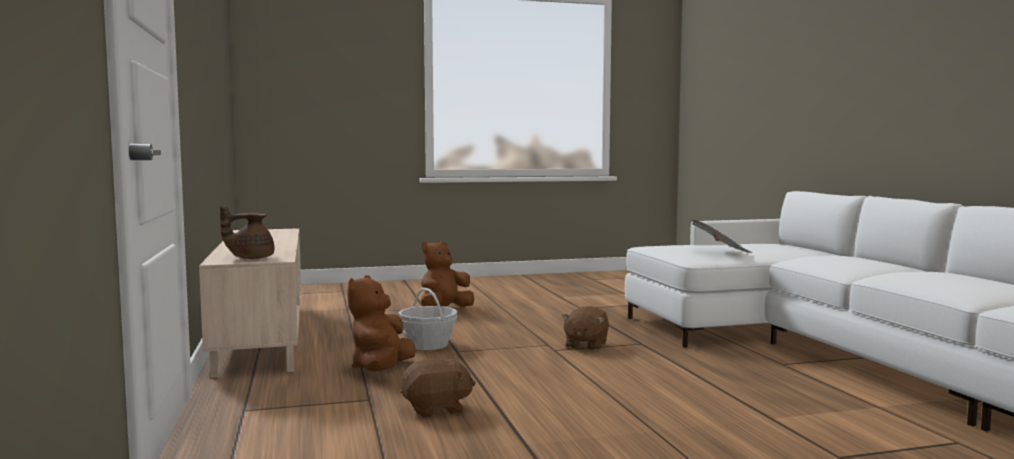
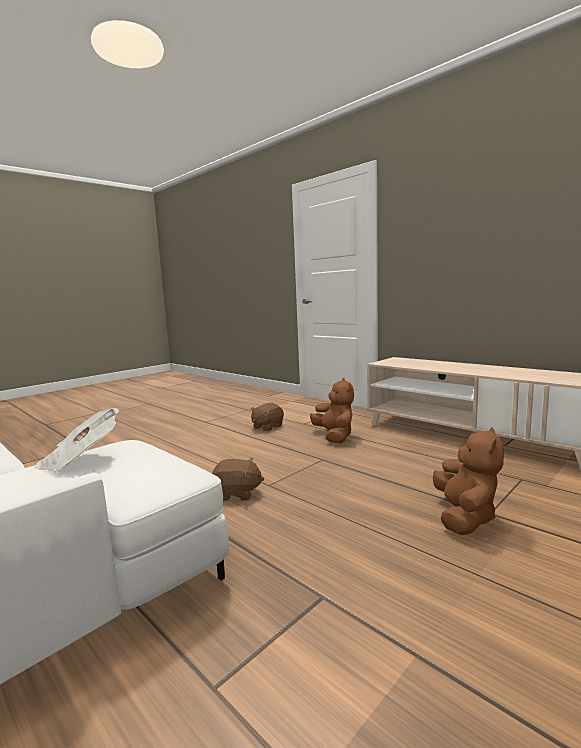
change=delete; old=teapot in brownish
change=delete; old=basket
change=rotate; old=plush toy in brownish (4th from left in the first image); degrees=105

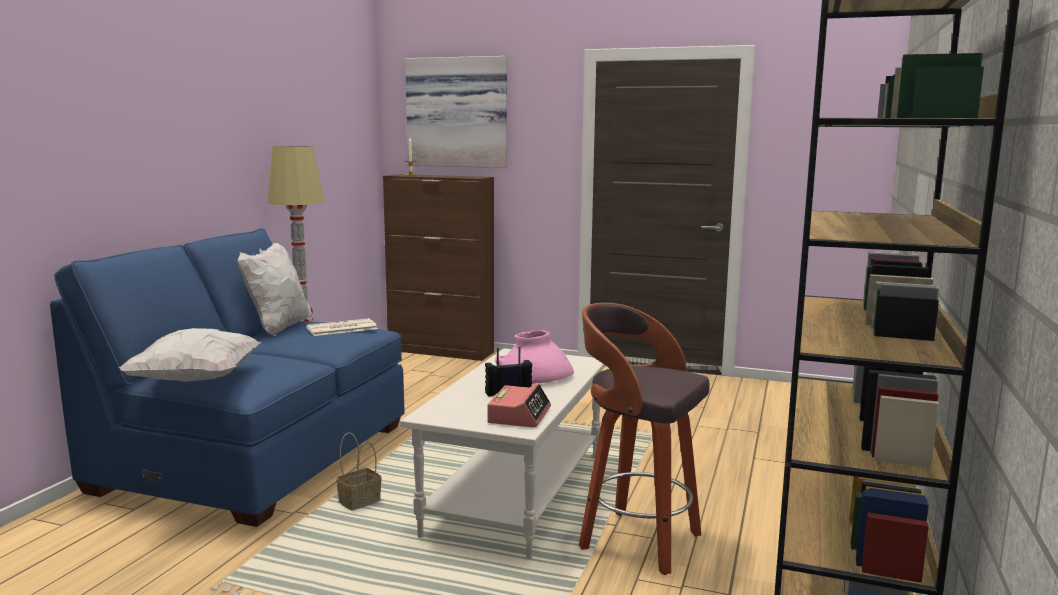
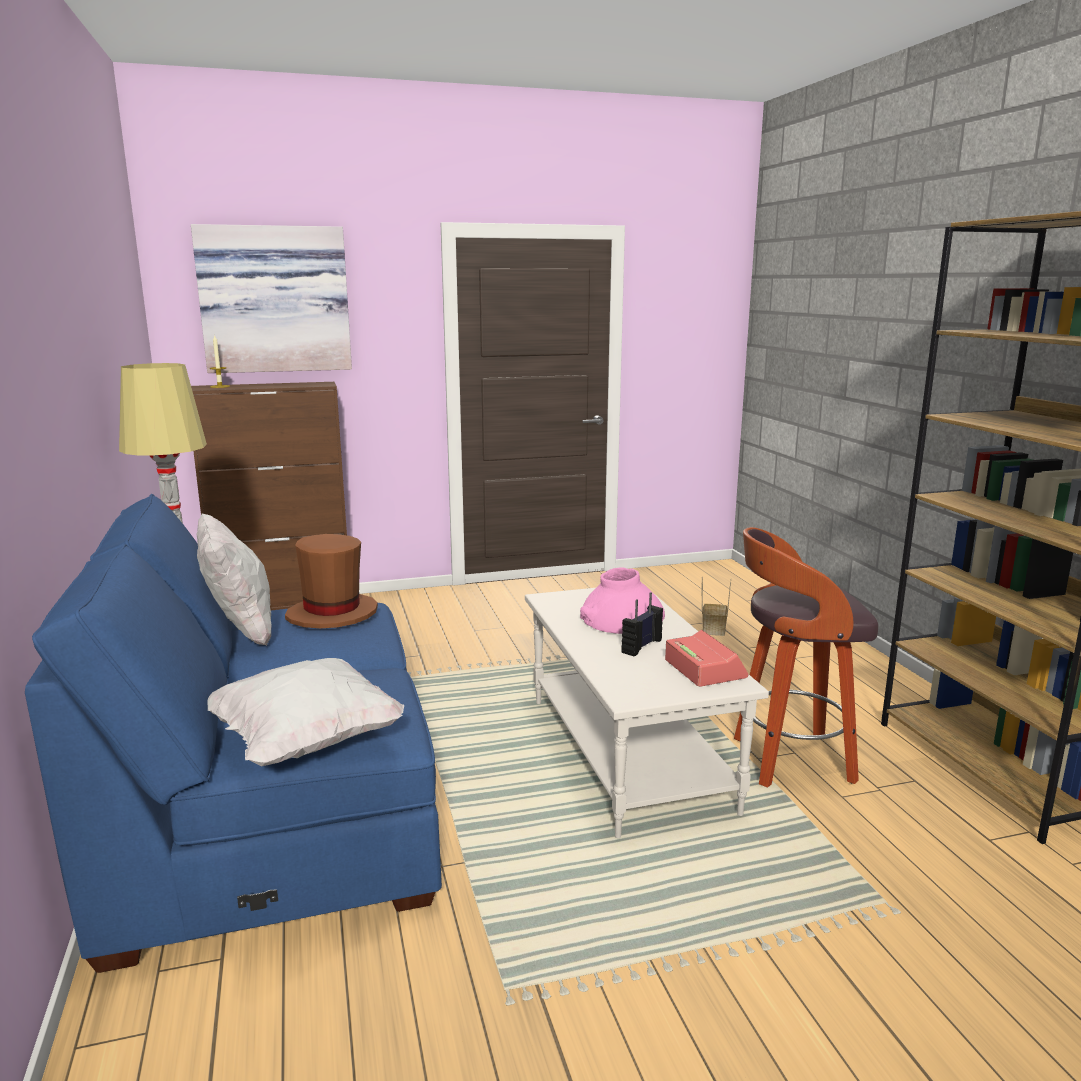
change=move; old=basket
change=replace; old=newspaper; new=wearable hat in brownish

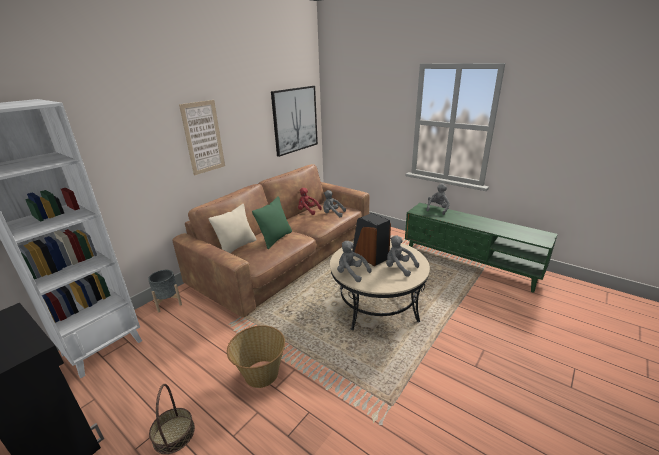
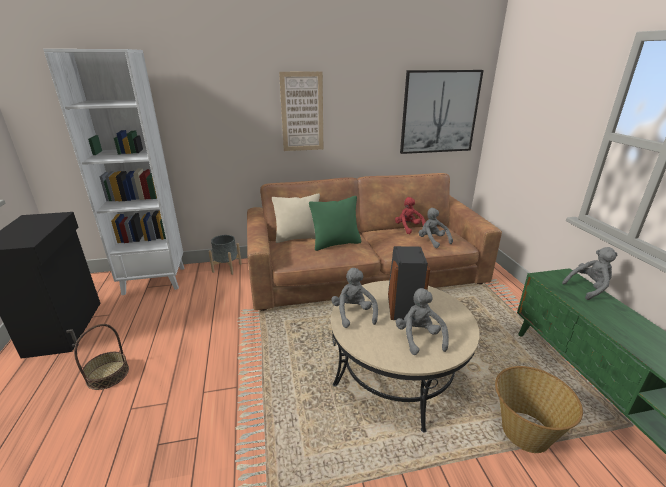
change=move; old=basket (2nd from left)

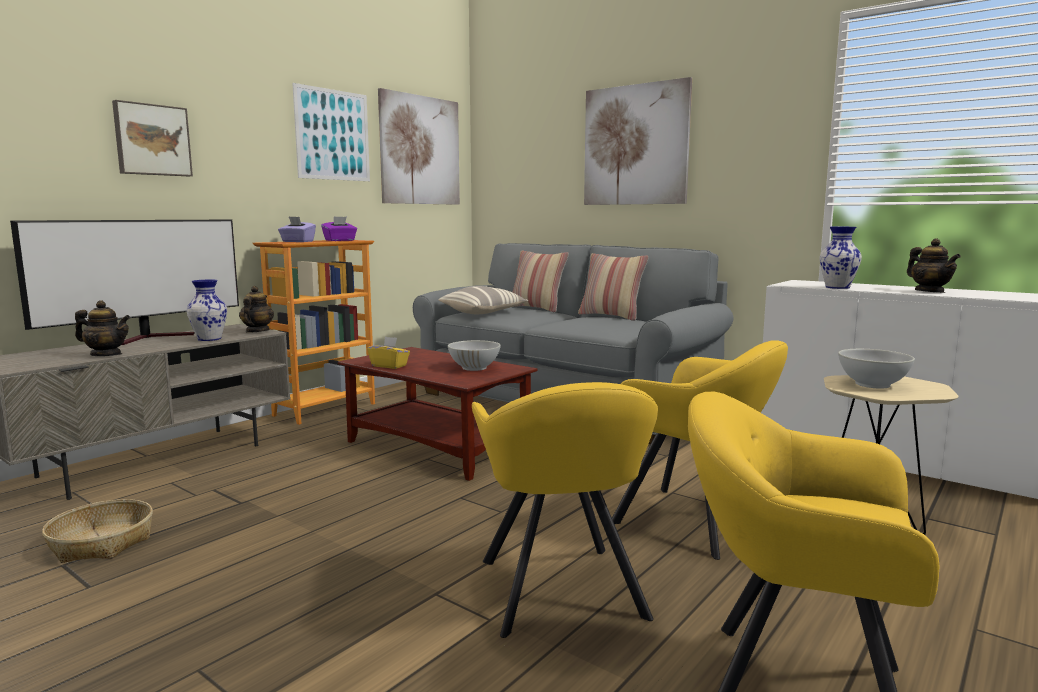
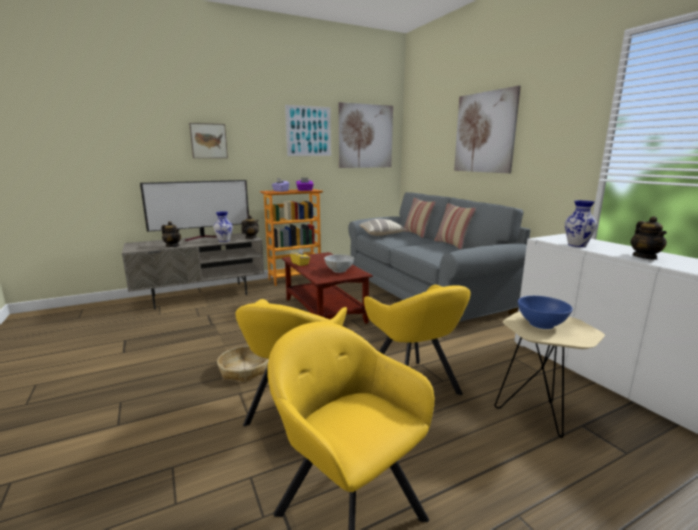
change=move; old=basket
change=recolor; old=serving bowl in whitish (2nd from left); new=serving bowl in blue-coloured

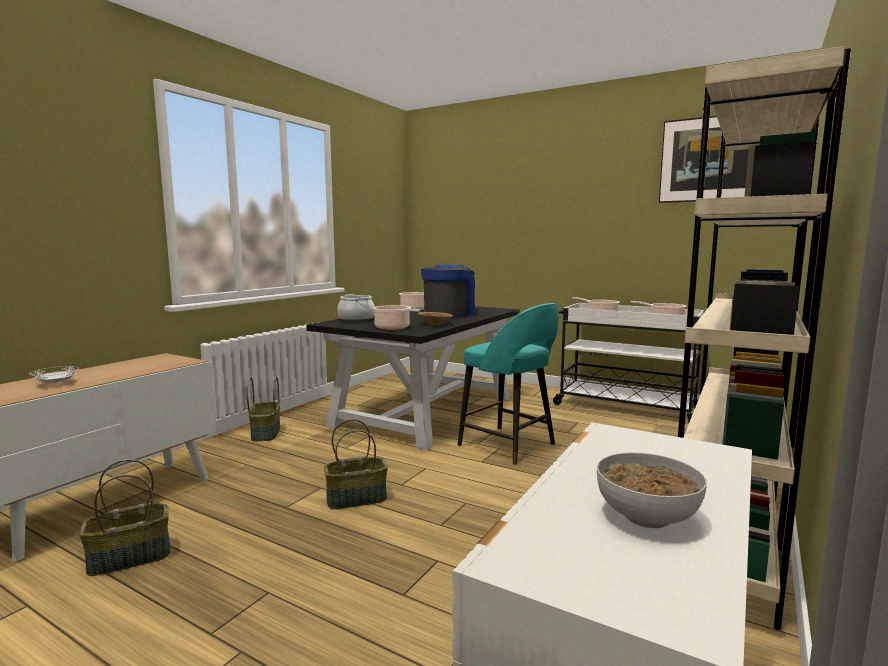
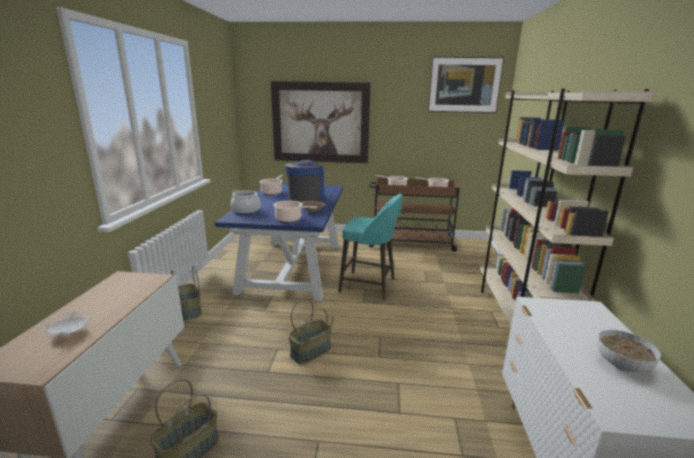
change=insert; new=wall art (1st from left)
change=recolor; old=kitchen table in black-coloured; new=kitchen table in blue-coloured
change=recolor; old=wheeled cart in whitish; new=wheeled cart in brownish

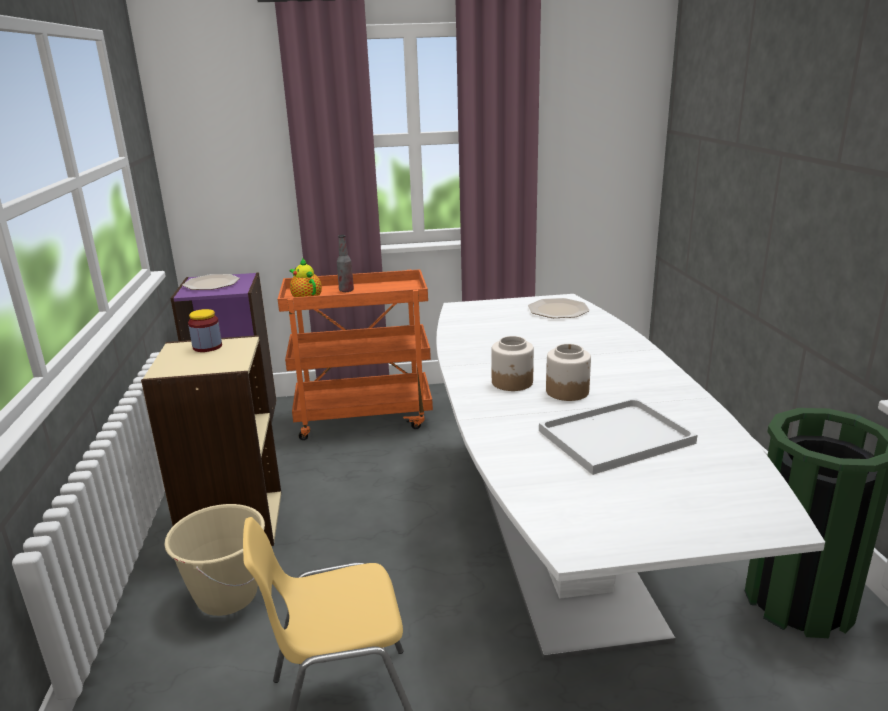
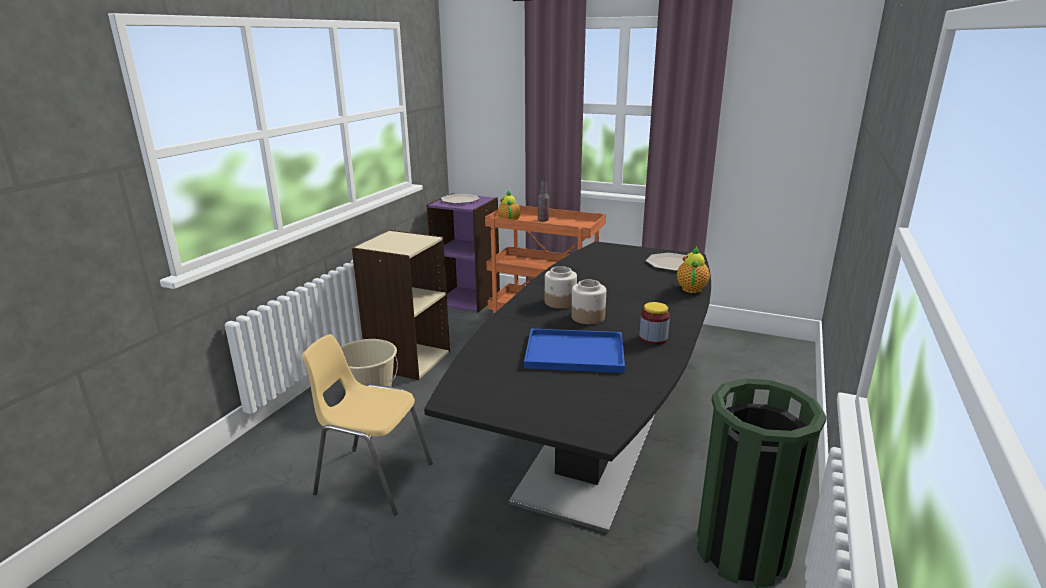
change=insert; new=teapot (2nd from left)
change=move; old=preserve jar (1st from left in the first image); new=preserve jar (3rd from left)
change=recolor; old=kitchen table in whitish; new=kitchen table in black-coloured
change=recolor; old=serving tray in whitish; new=serving tray in blue-coloured

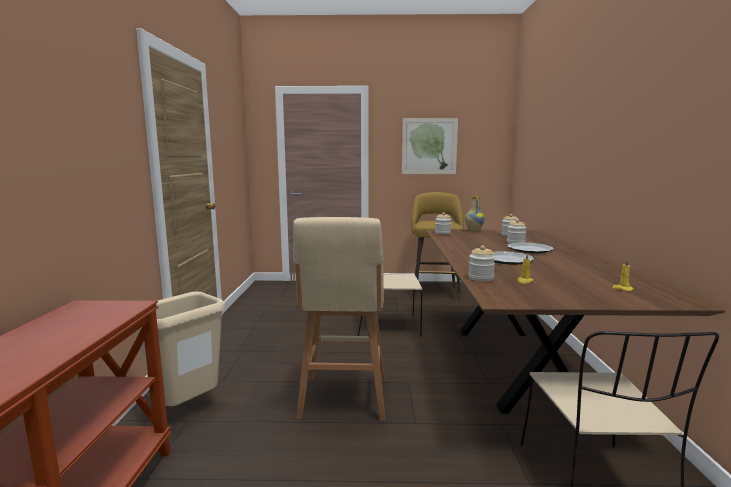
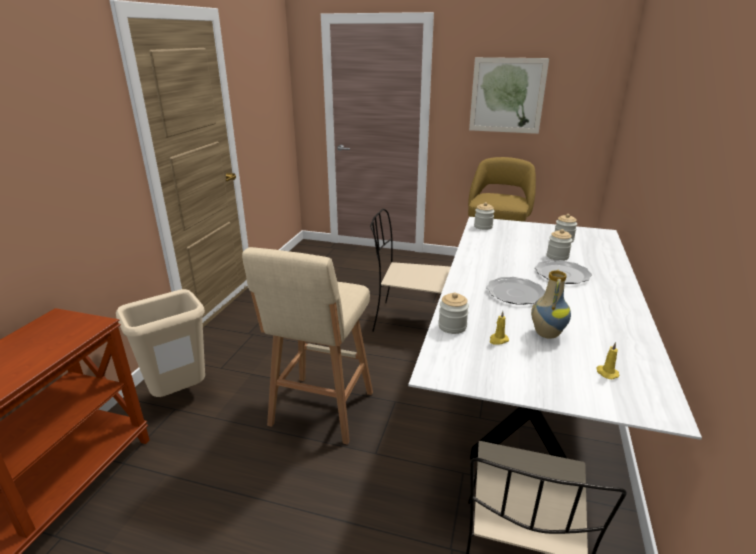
change=move; old=vase
change=recolor; old=kitchen table in brownish; new=kitchen table in whitish

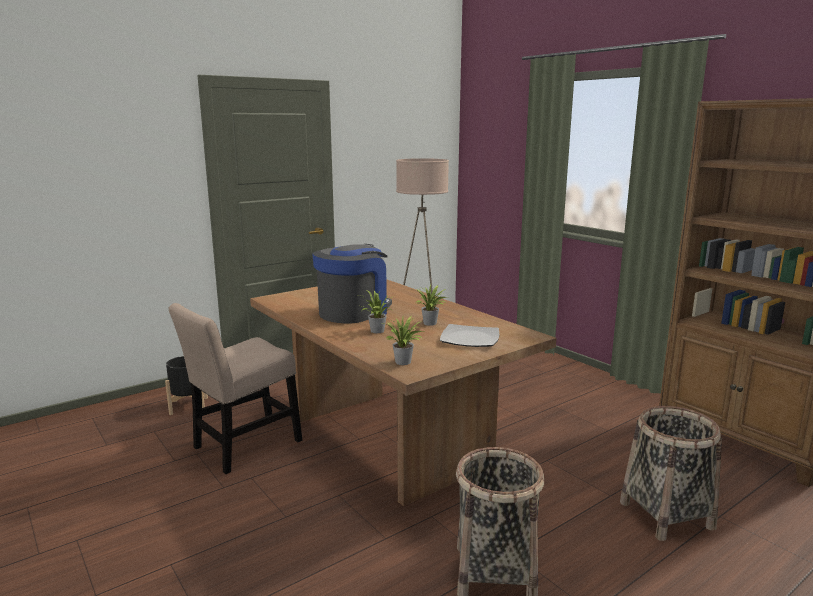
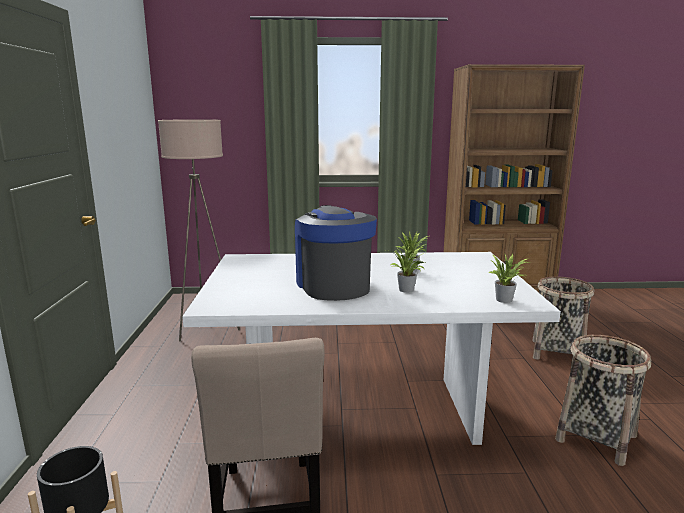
change=delete; old=flat dish
change=recolor; old=kitchen table in brownish; new=kitchen table in whitish

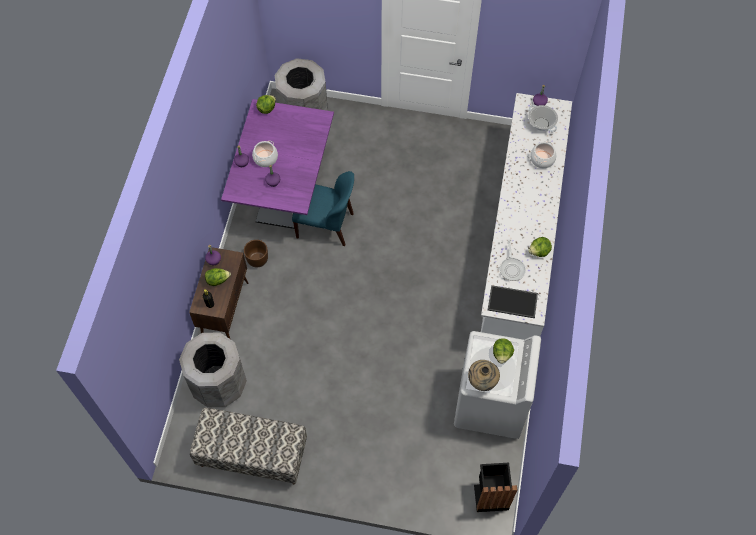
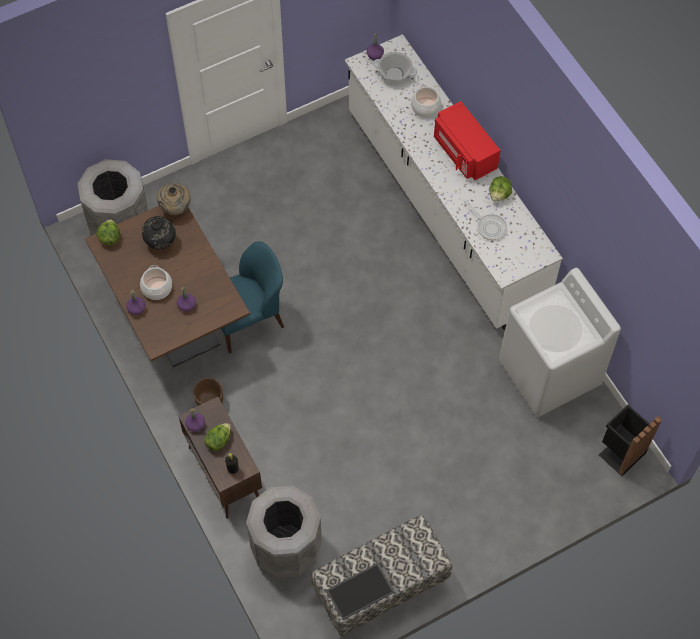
change=delete; old=lettuce (3rd from left)
change=insert; new=vase in black-coloured
change=insert; new=microwave in reddish
change=move; old=vase in beige-coloured
change=move; old=serving tray
change=recolor; old=kitchen table in purple-coloured; new=kitchen table in brownish

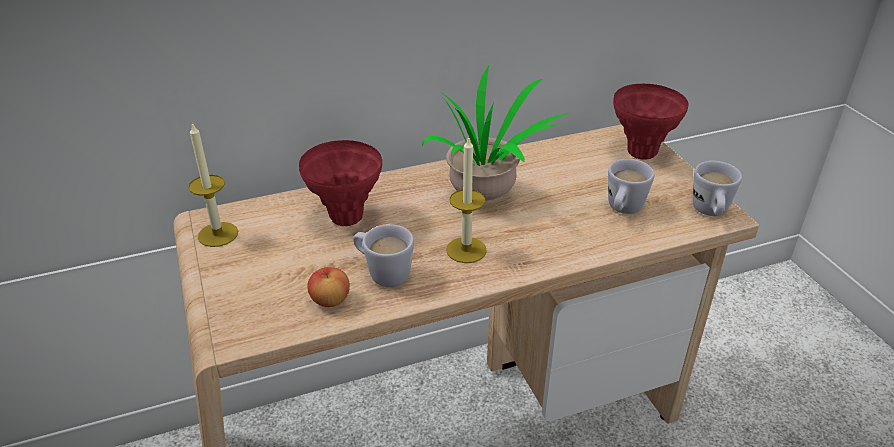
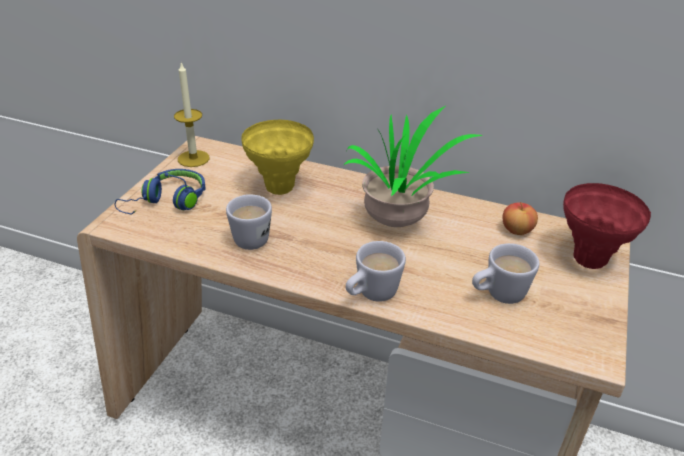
change=delete; old=wax candle (2nd from left)
change=insert; new=pair of headphones in blue-coloured
change=move; old=apple fruit
change=move; old=mug in whitish (3rd from left in the first image); new=mug in whitish (2nd from left)
change=recolor; old=vase in reddish (1st from left); new=vase in yellowish

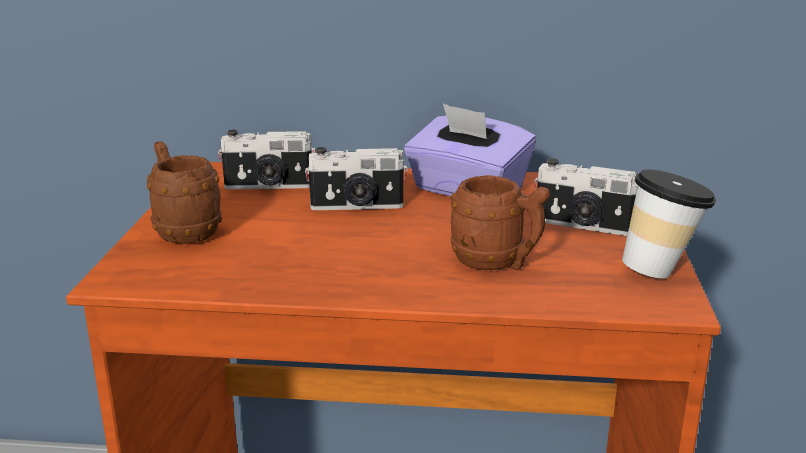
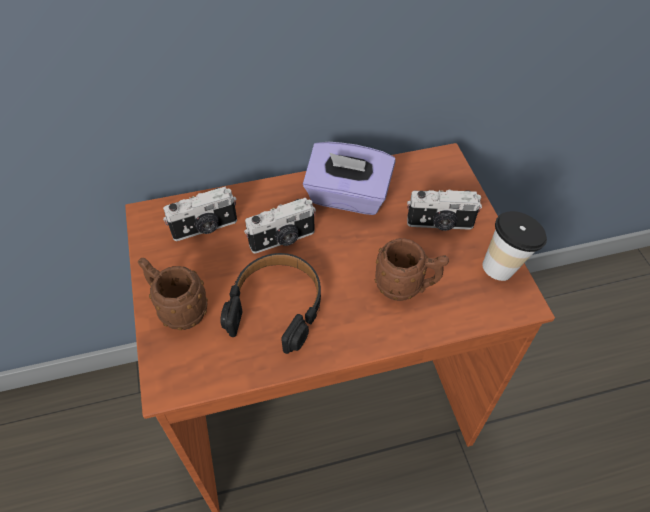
change=insert; new=pair of headphones in black-coloured

